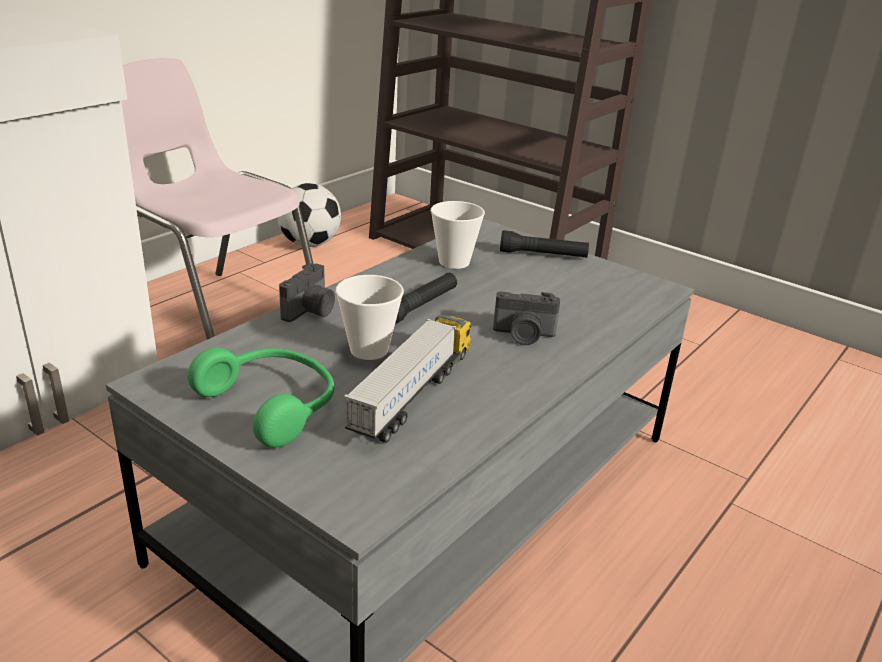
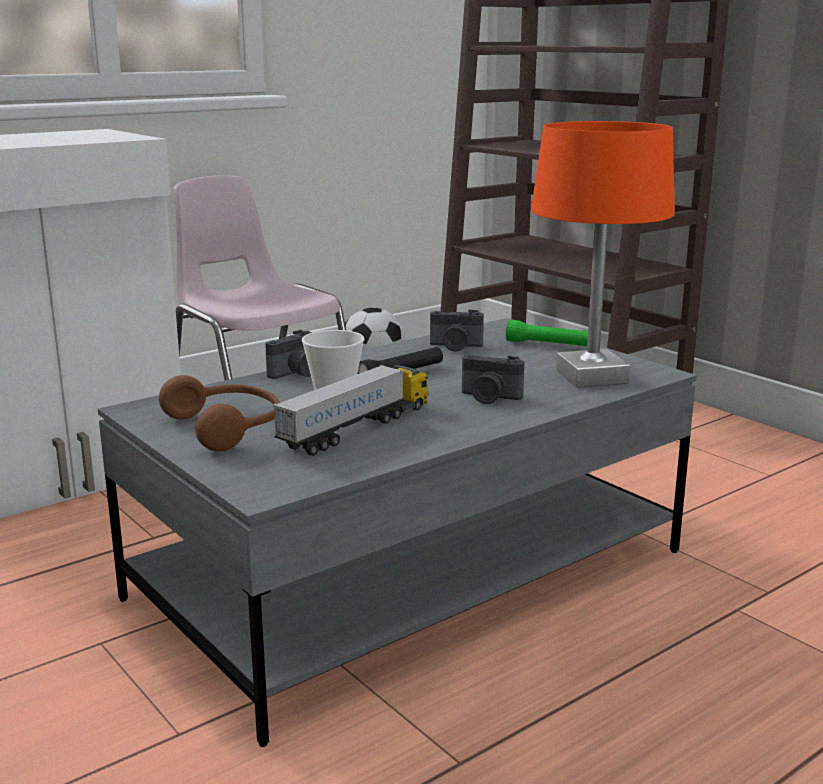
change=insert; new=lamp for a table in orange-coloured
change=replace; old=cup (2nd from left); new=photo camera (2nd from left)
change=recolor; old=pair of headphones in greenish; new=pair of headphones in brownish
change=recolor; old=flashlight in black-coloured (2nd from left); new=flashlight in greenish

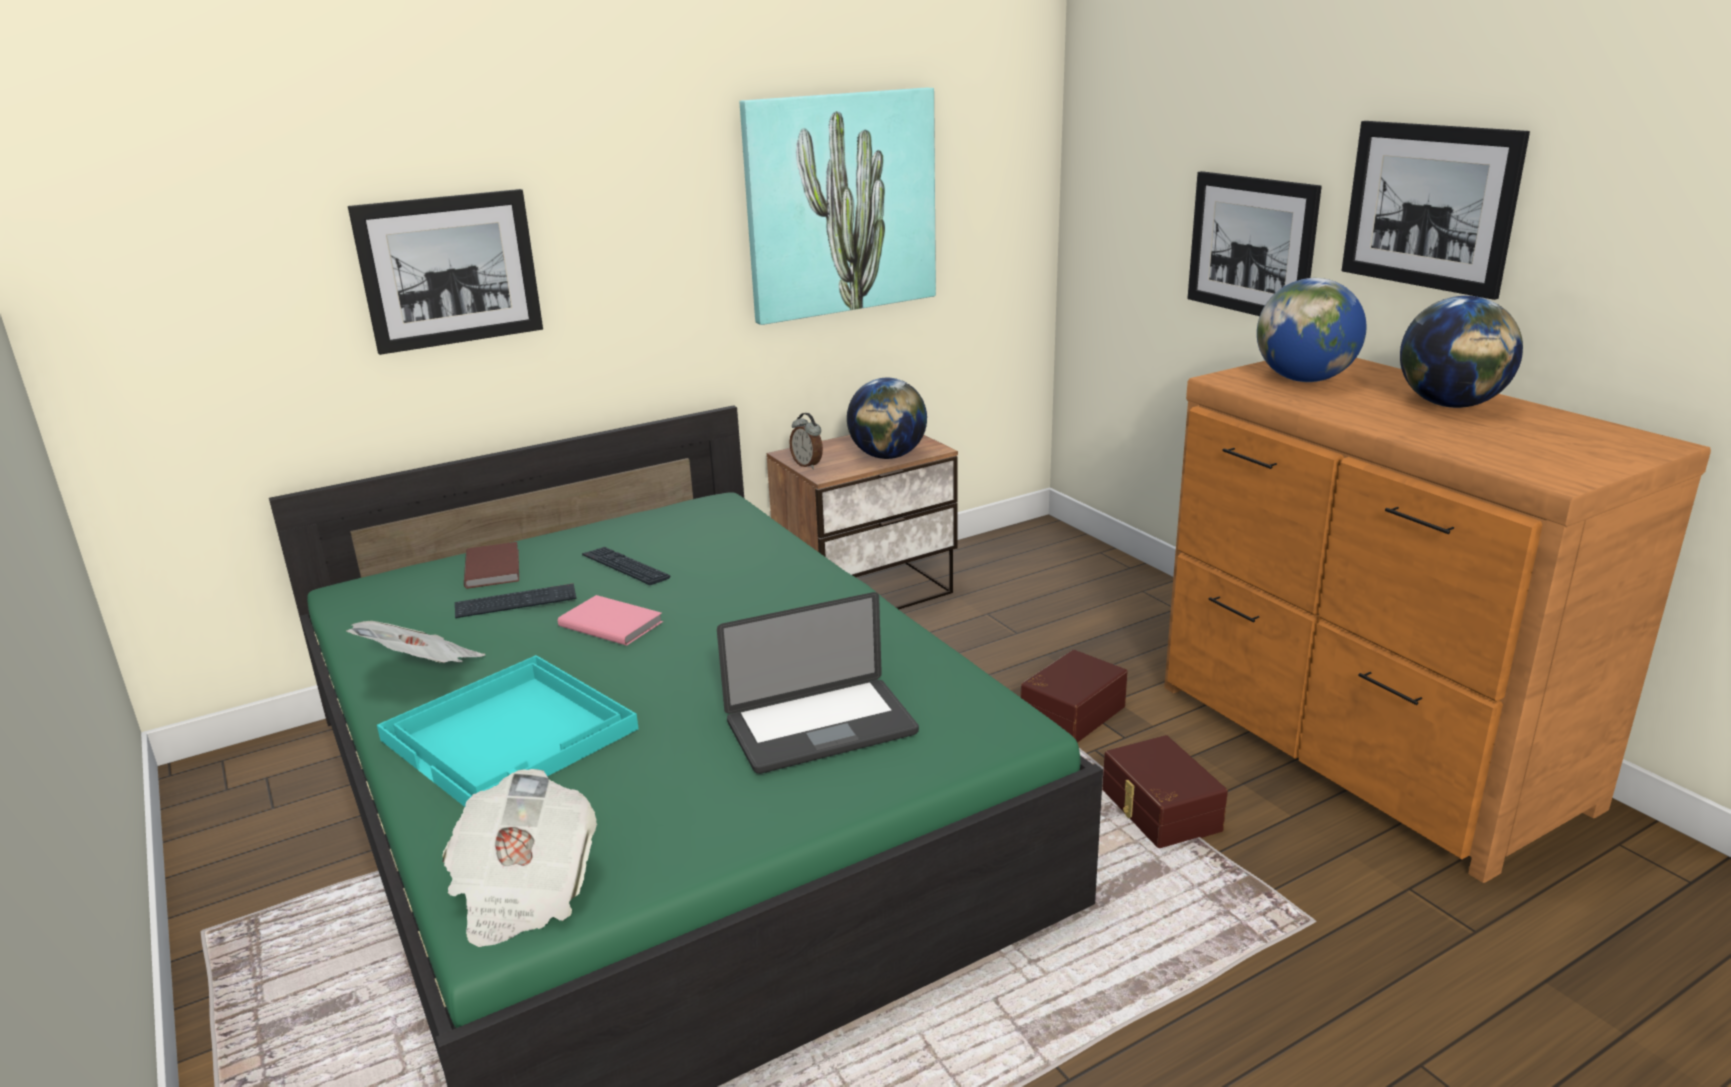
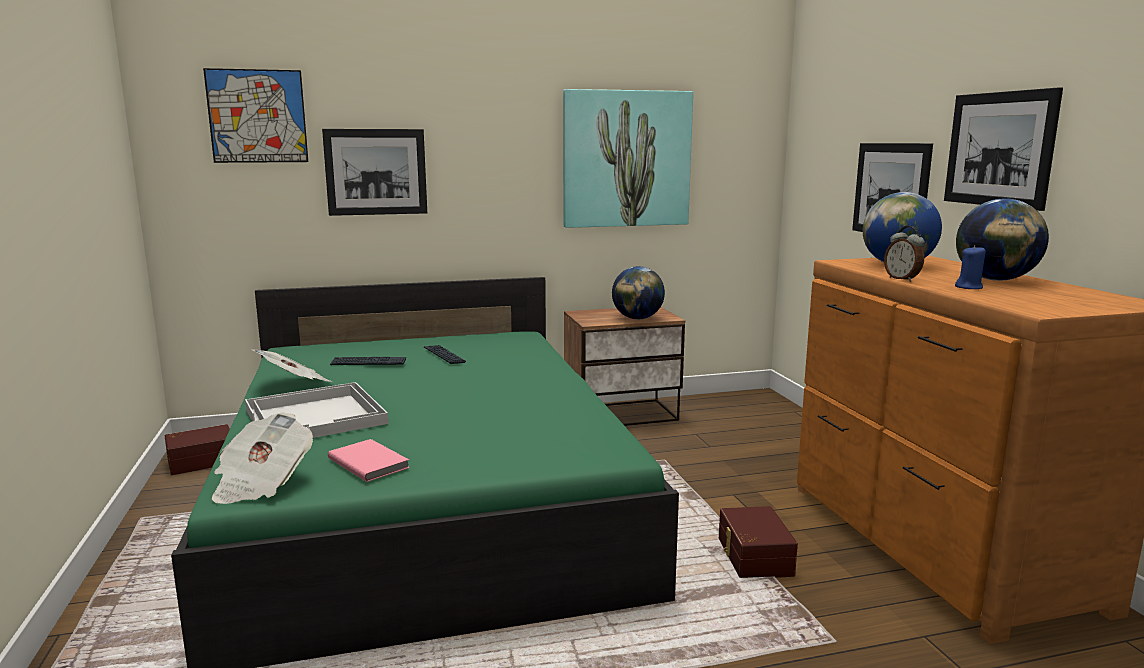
change=delete; old=bound book in brownish
change=delete; old=notebook computer
change=insert; new=wall art (1st from left)
change=insert; new=wax candle in blue-coloured
change=move; old=bound book in pinkish
change=move; old=table clock
change=move; old=storage bin in brownish (1st from left)
change=recolor; old=serving tray in blue-green; new=serving tray in whitish

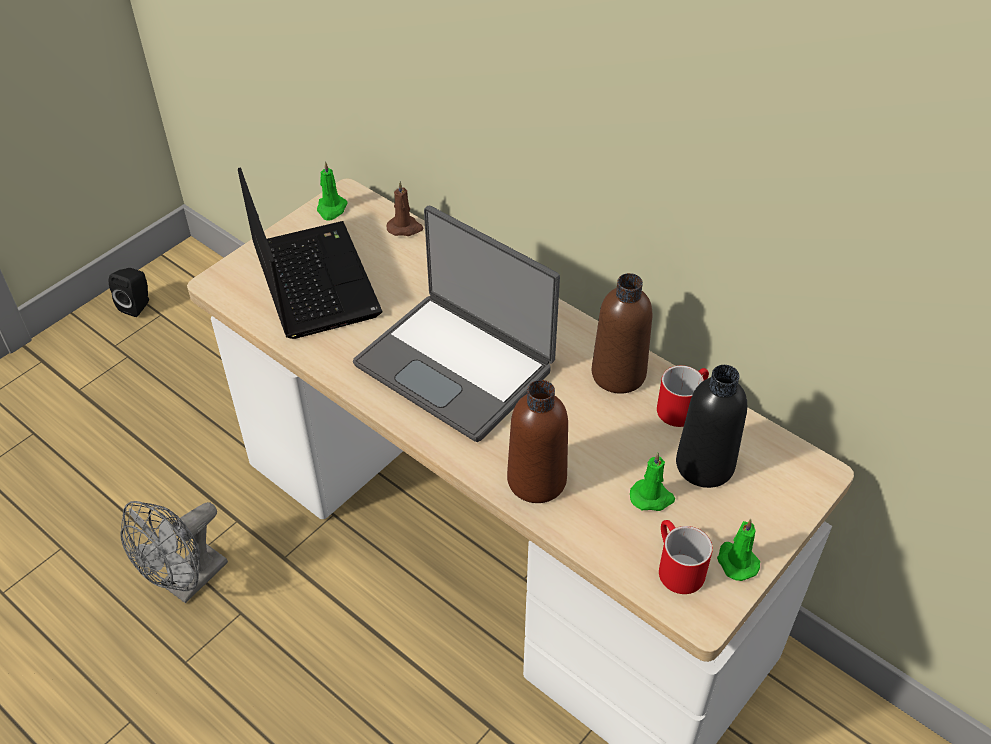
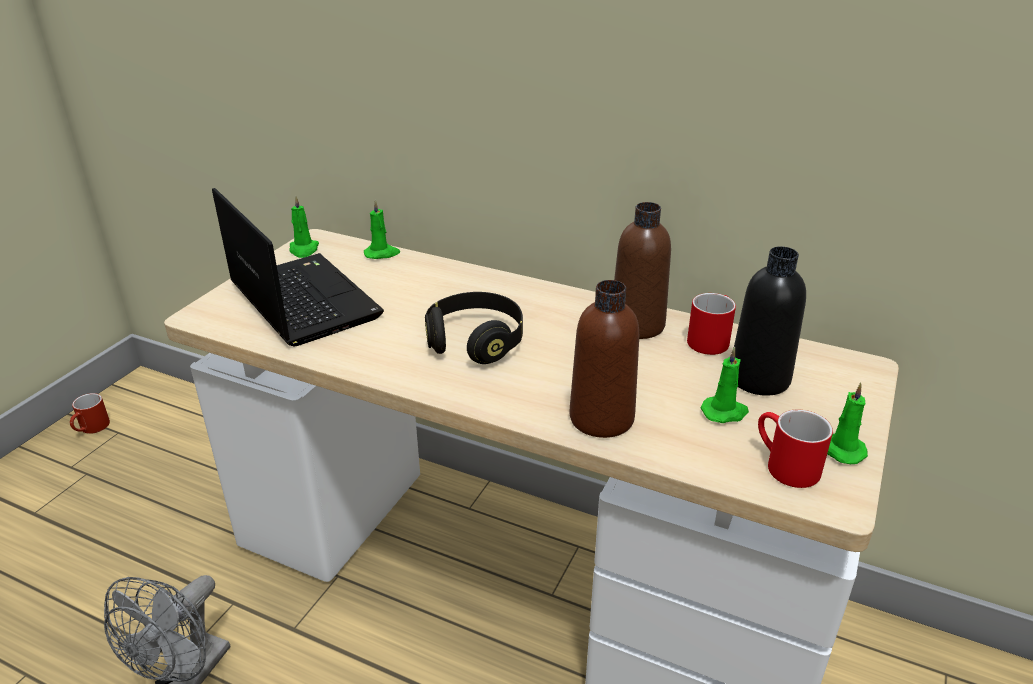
change=replace; old=speaker in black-coloured; new=mug in reddish (1st from left)
change=replace; old=notebook computer (2nd from left); new=pair of headphones in black-coloured
change=recolor; old=wax candle in brownish; new=wax candle in greenish (2nd from left)

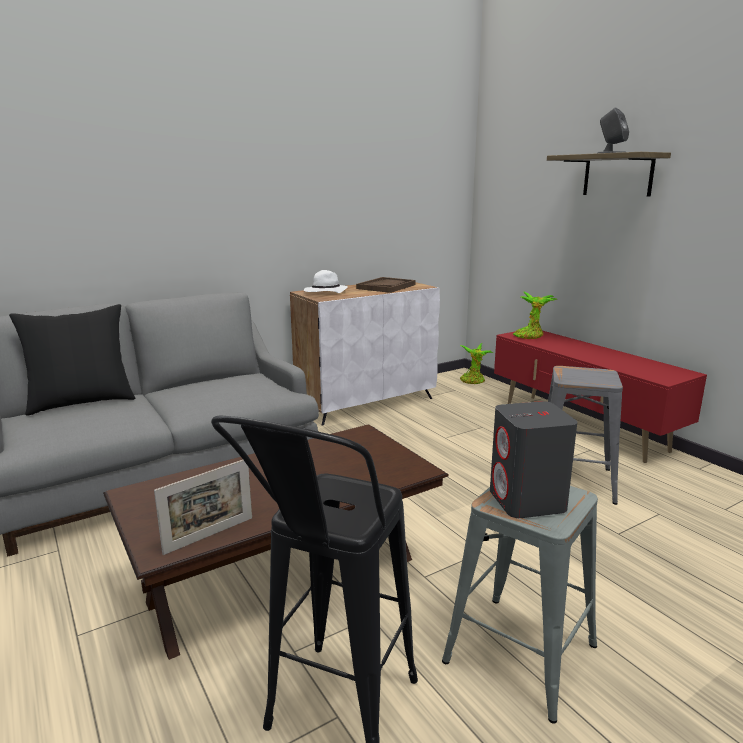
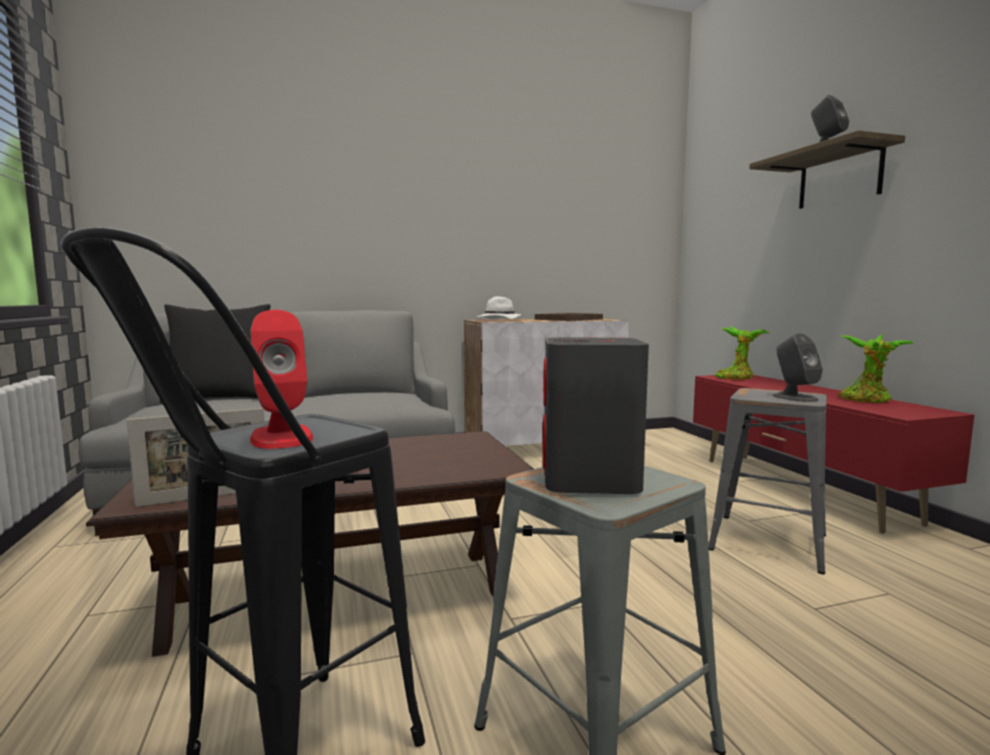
change=insert; new=speaker in reddish
change=insert; new=speaker in greyish (2nd from left)
change=move; old=plant in a pot (1st from left in the first image); new=plant in a pot (2nd from left)

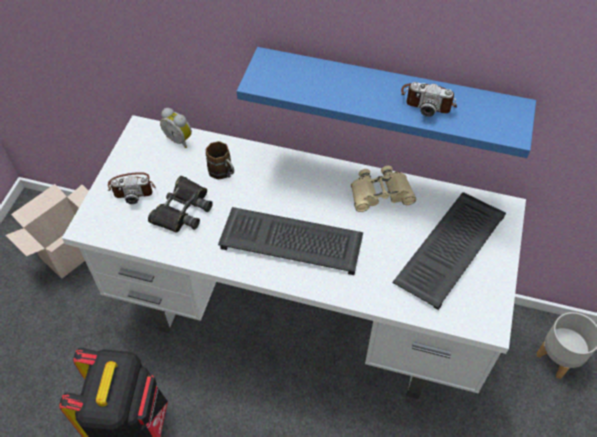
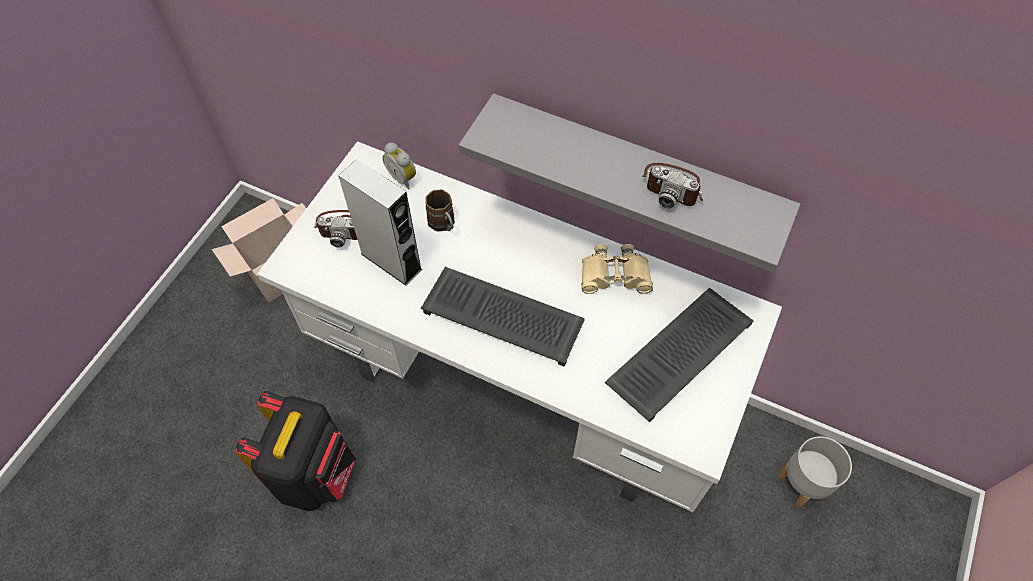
change=replace; old=pair of binoculars in black-coloured; new=speaker in greyish
change=recolor; old=shelf in blue-coloured; new=shelf in greyish

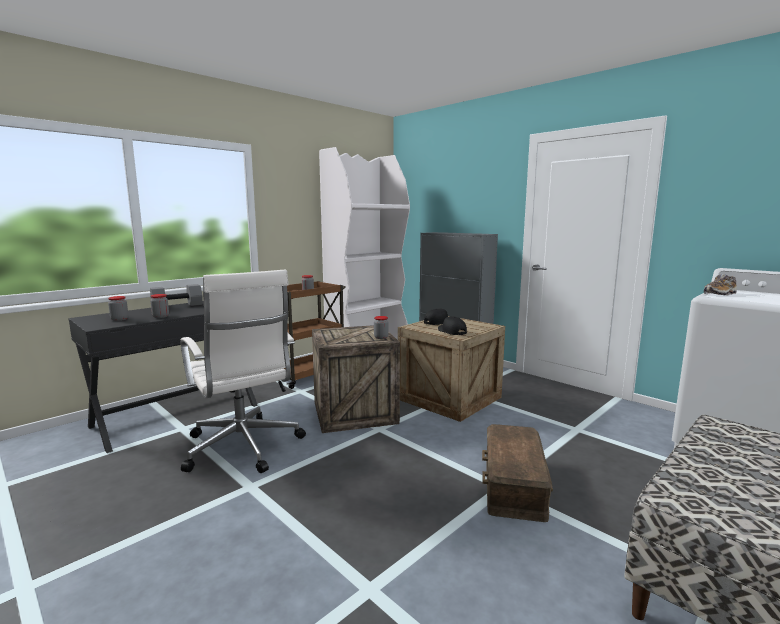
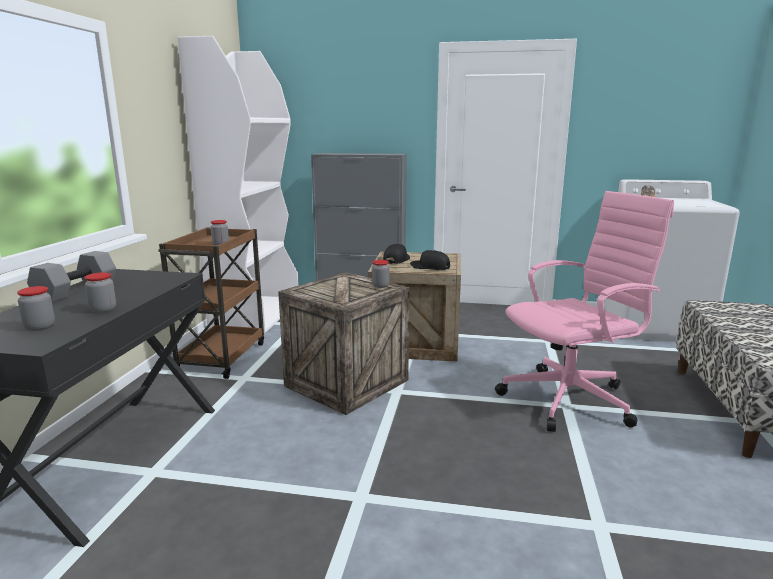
change=delete; old=desk chair in whitish
change=replace; old=storage bin in brownish; new=desk chair in pinkish

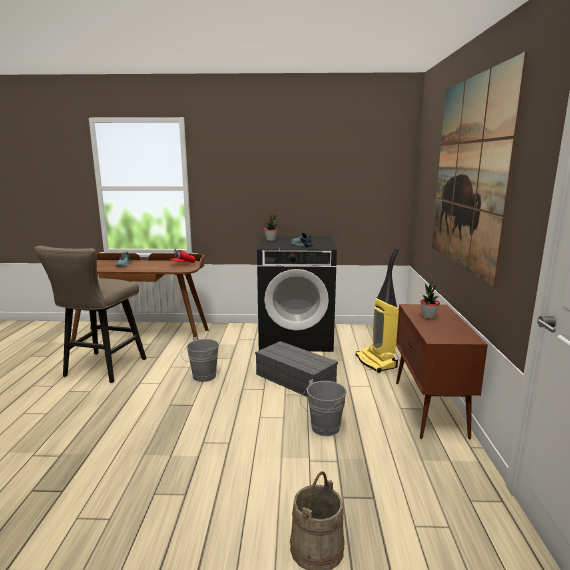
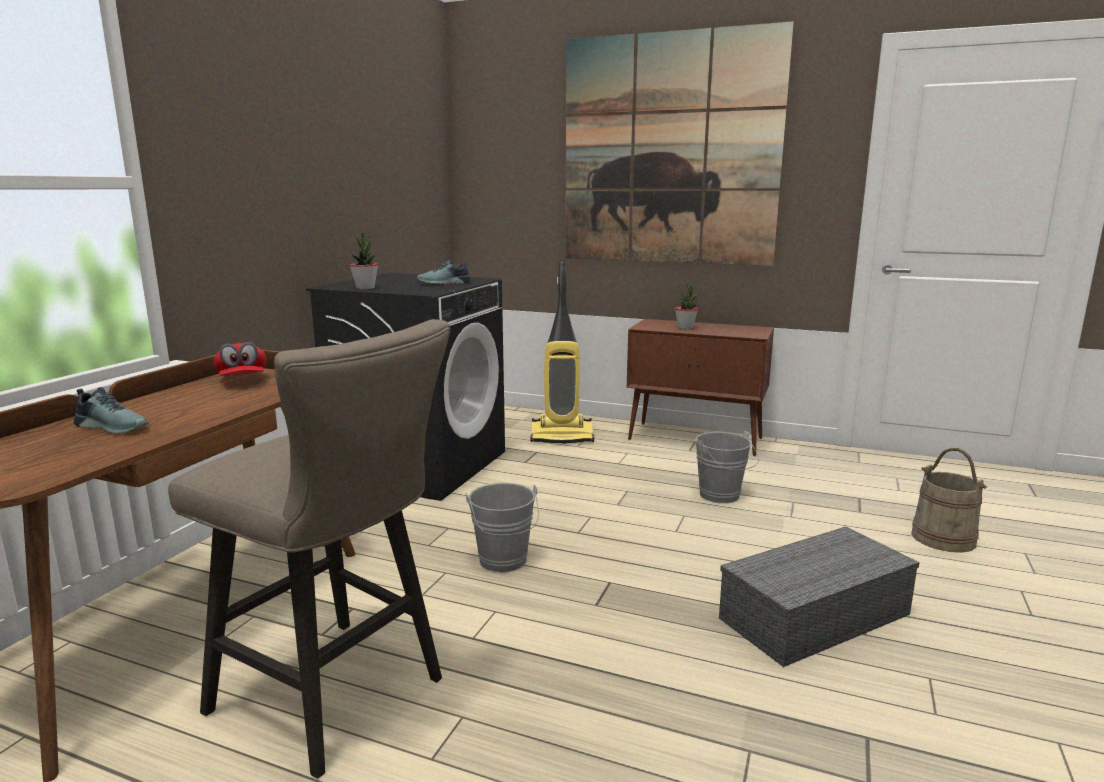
change=move; old=storage bin in greyish

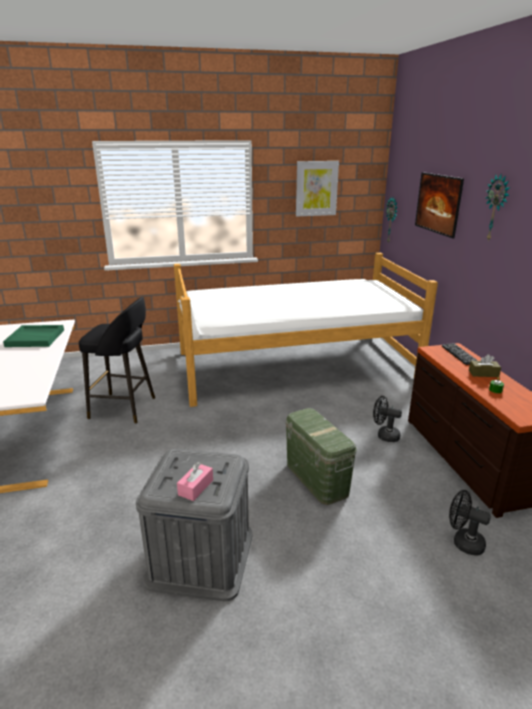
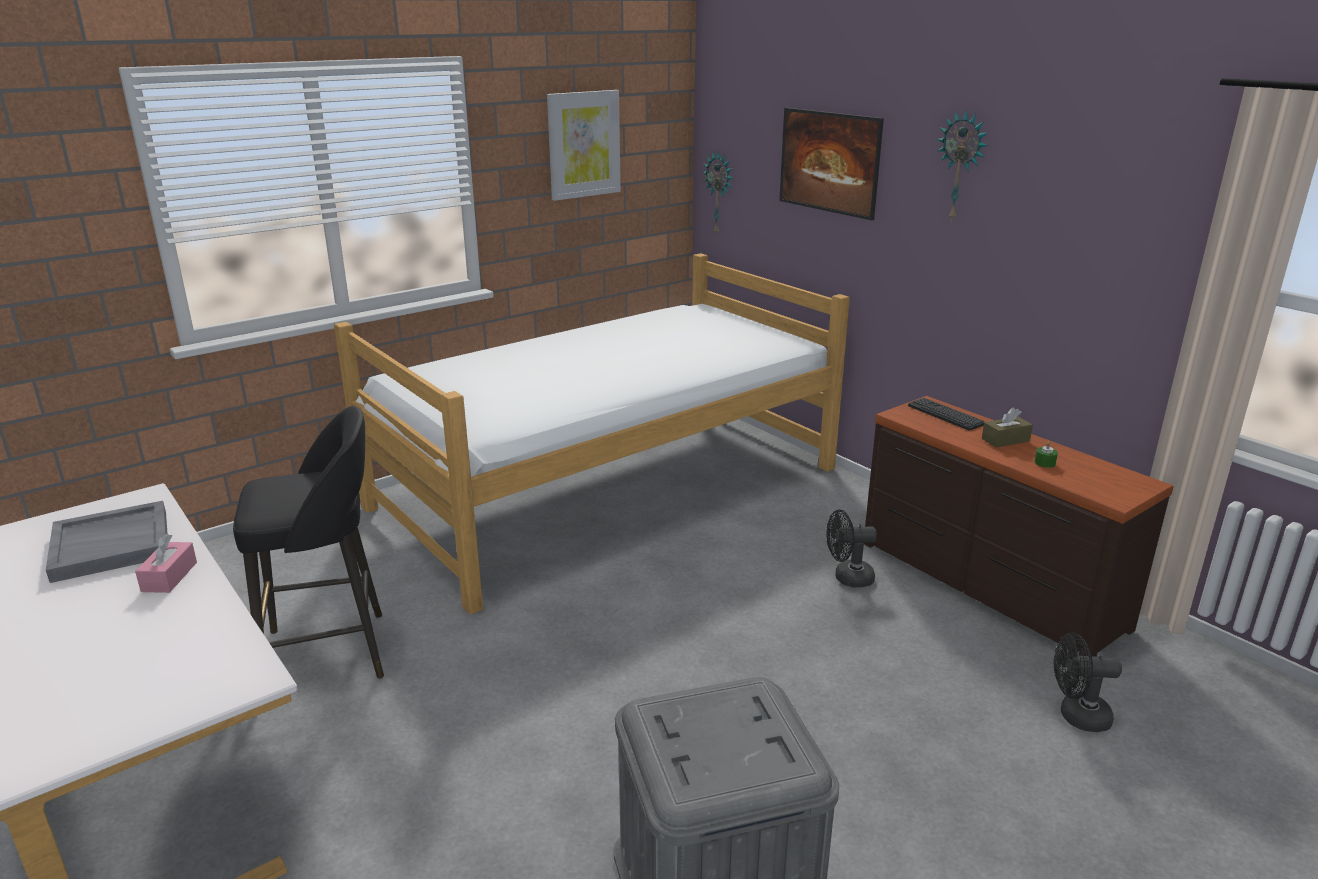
change=delete; old=storage bin in greenish
change=move; old=tissue holder in pinkish
change=recolor; old=serving tray in greenish; new=serving tray in greyish

